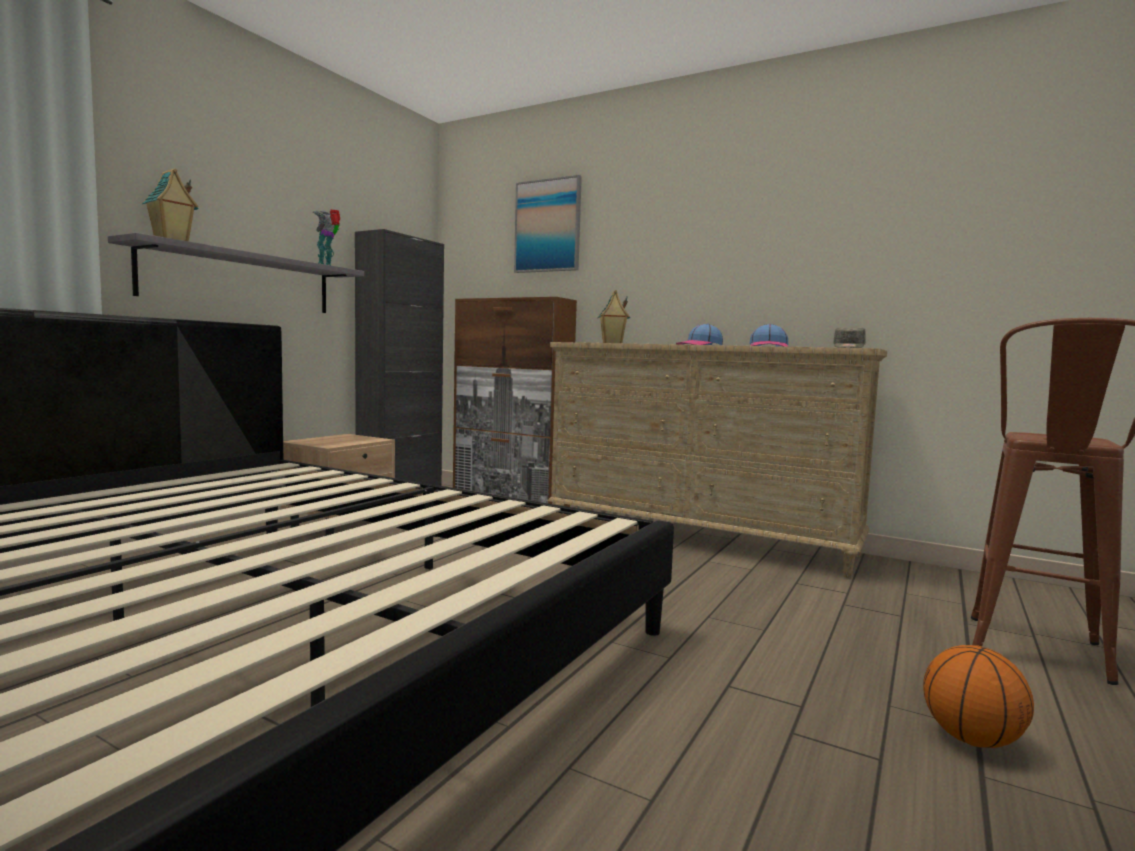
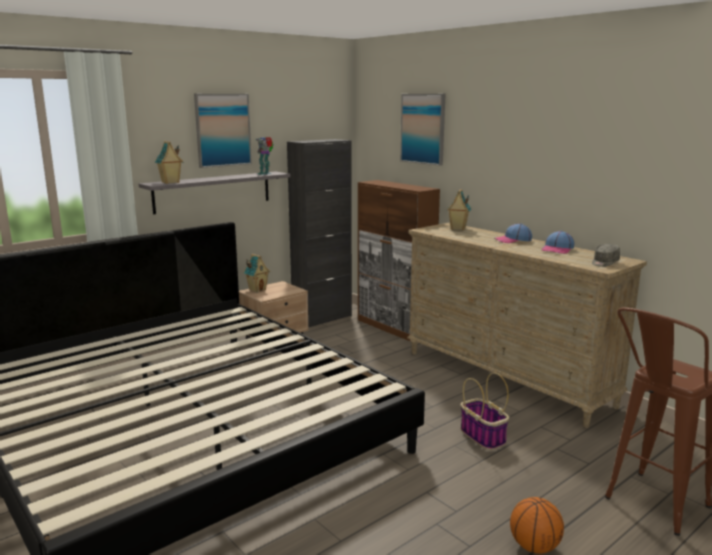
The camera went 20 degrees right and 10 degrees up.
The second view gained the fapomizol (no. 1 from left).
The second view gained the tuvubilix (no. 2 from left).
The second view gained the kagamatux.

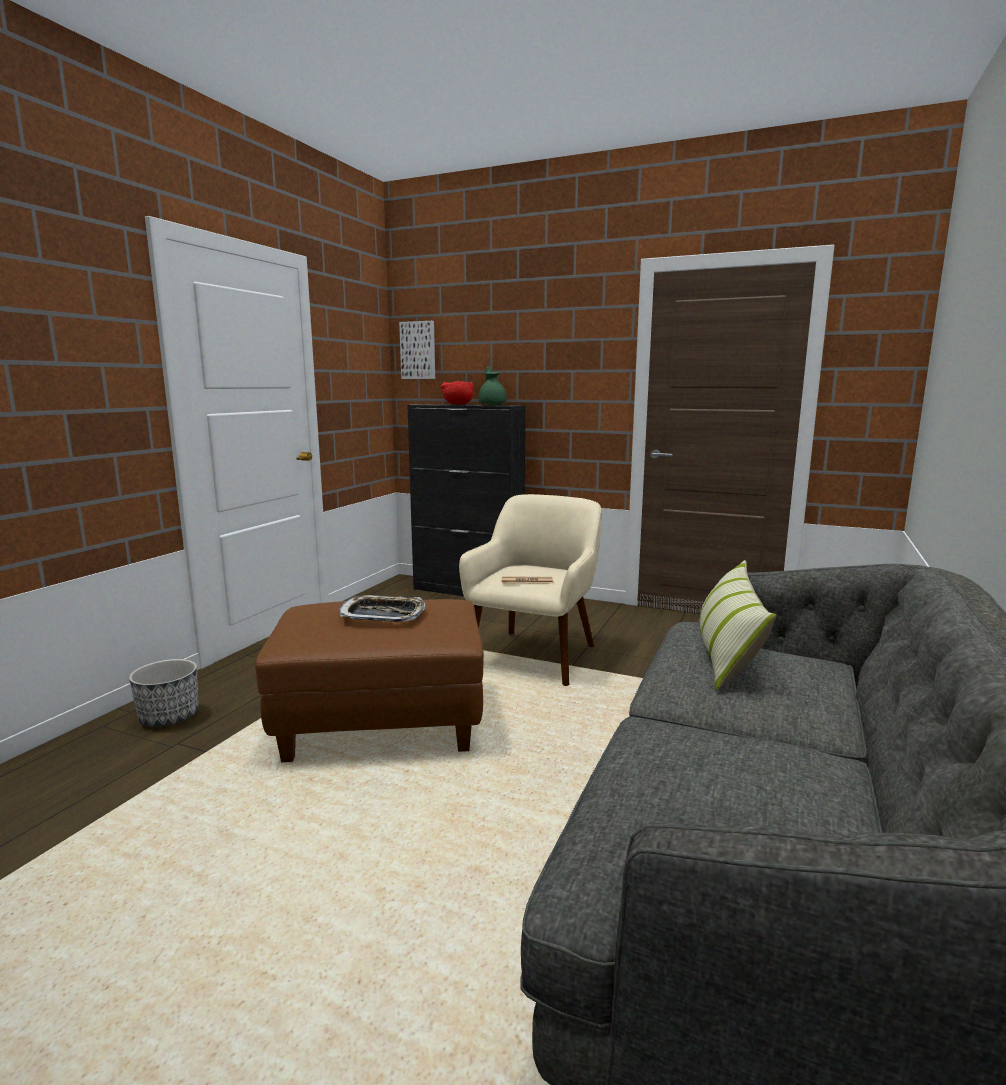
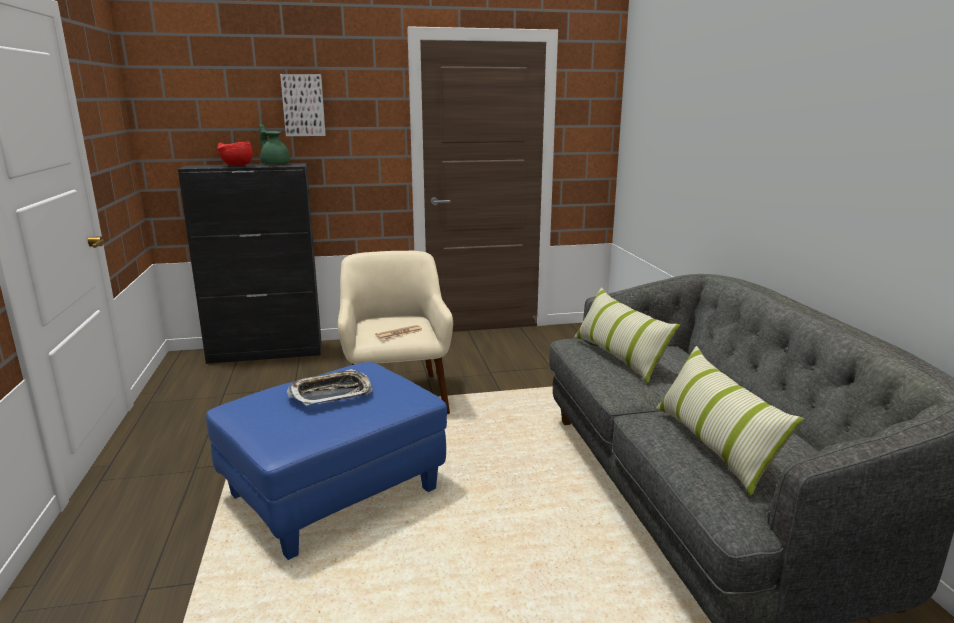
The camera went 35 degrees left and 5 degrees up.
The second view lost the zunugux.
The second view gained the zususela (no. 2 from left).
The fapomizol ended up elsewhere.
What was the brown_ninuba turned into the blue_ninuba.

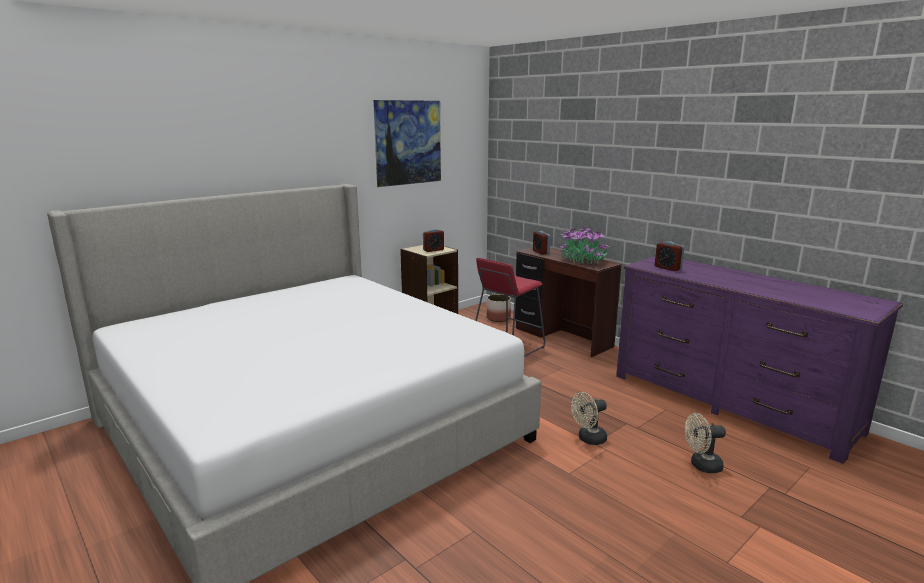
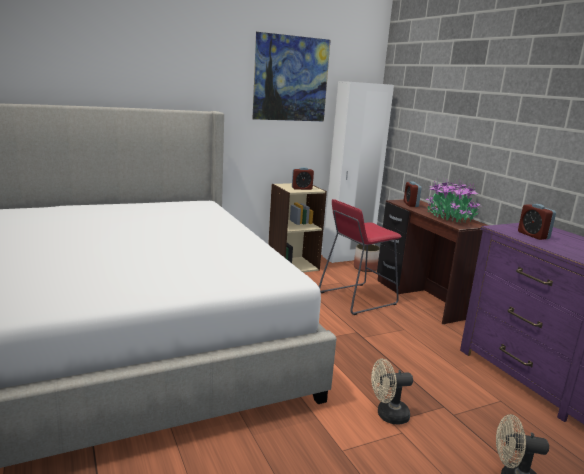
The camera went 15 degrees right and 0 degrees up.
The second view gained the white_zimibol.

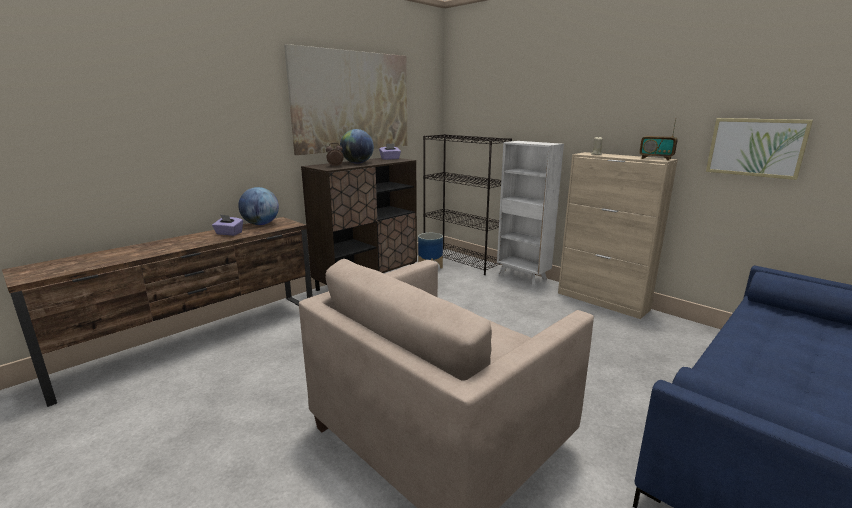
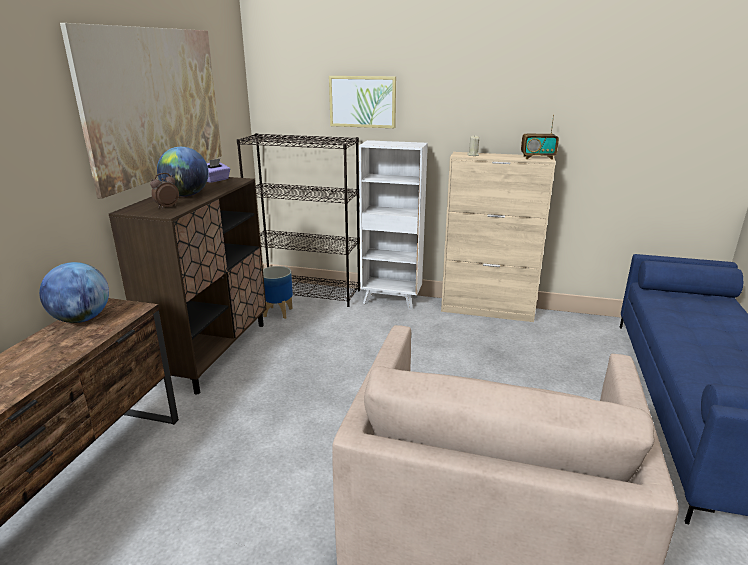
The camera went 30 degrees left and 5 degrees up.
The second view lost the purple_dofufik (no. 1 from left).
The fapomizol (no. 2 from left) ended up elsewhere.

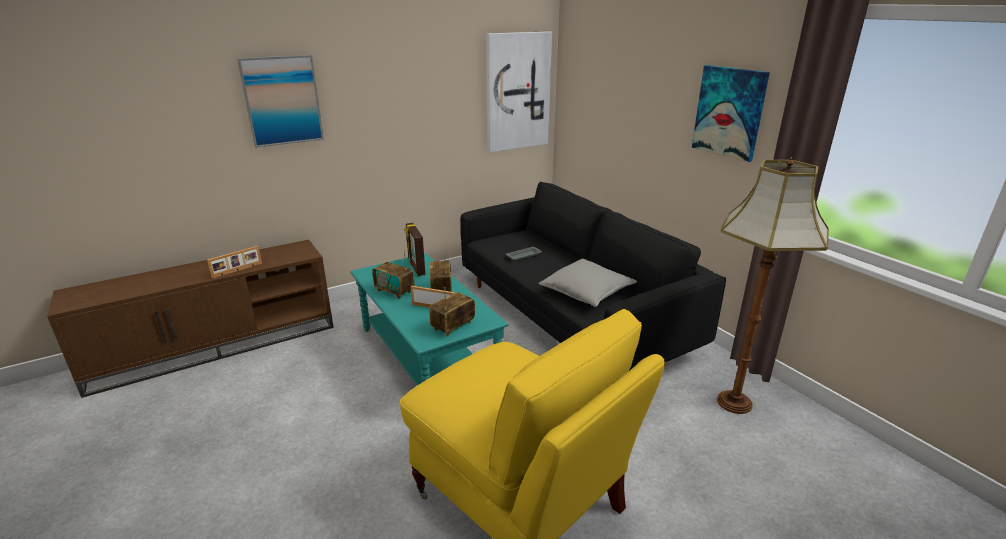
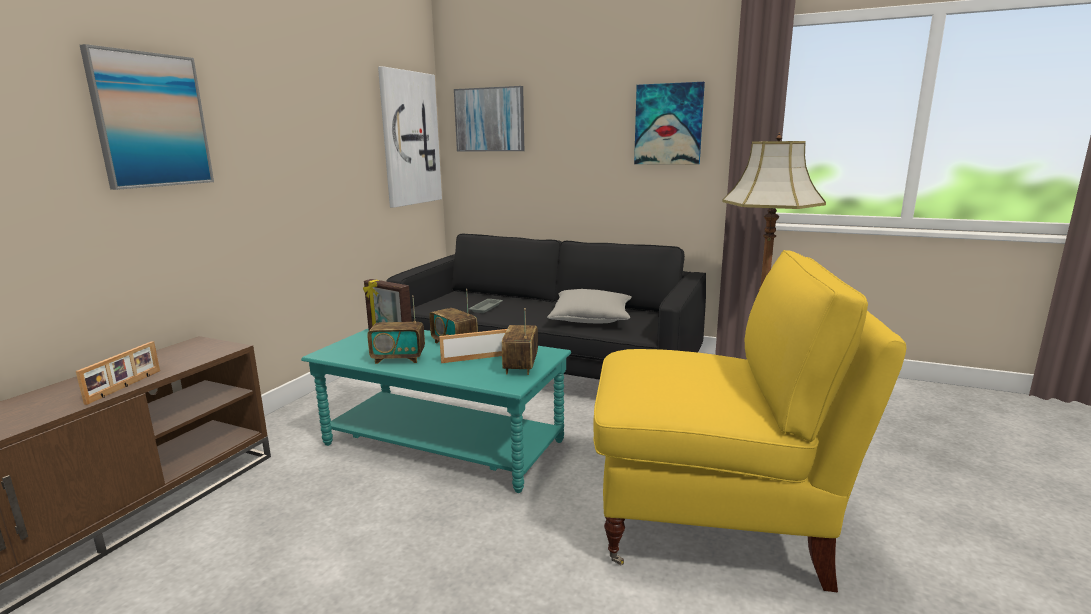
The camera went 35 degrees left and 10 degrees down.
The second view gained the fapomizol (no. 3 from left).

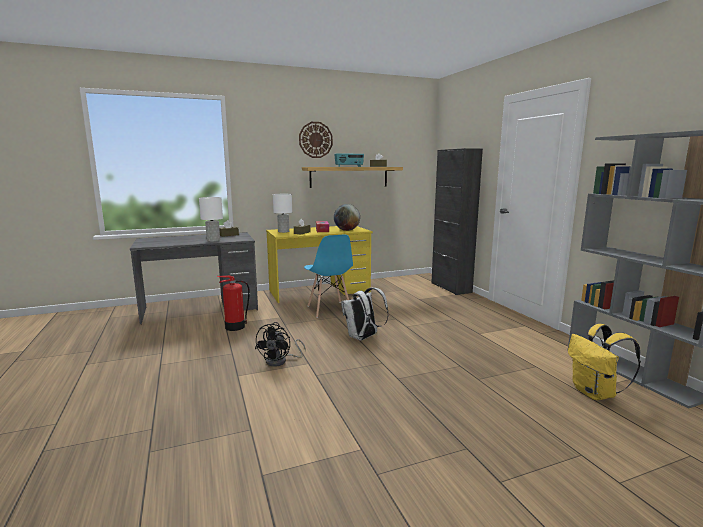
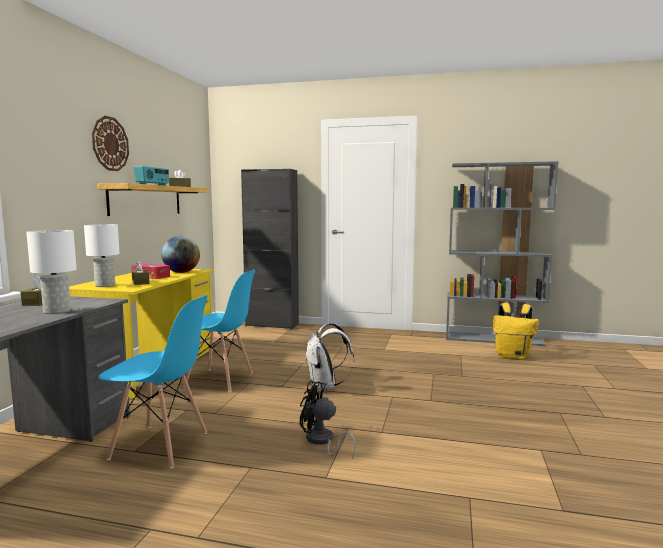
The camera went 55 degrees left and 5 degrees down.
Where the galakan stood, the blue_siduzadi (no. 1 from left) came to stand.
The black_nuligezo ended up facing another way, 150 degrees clockwise from before.

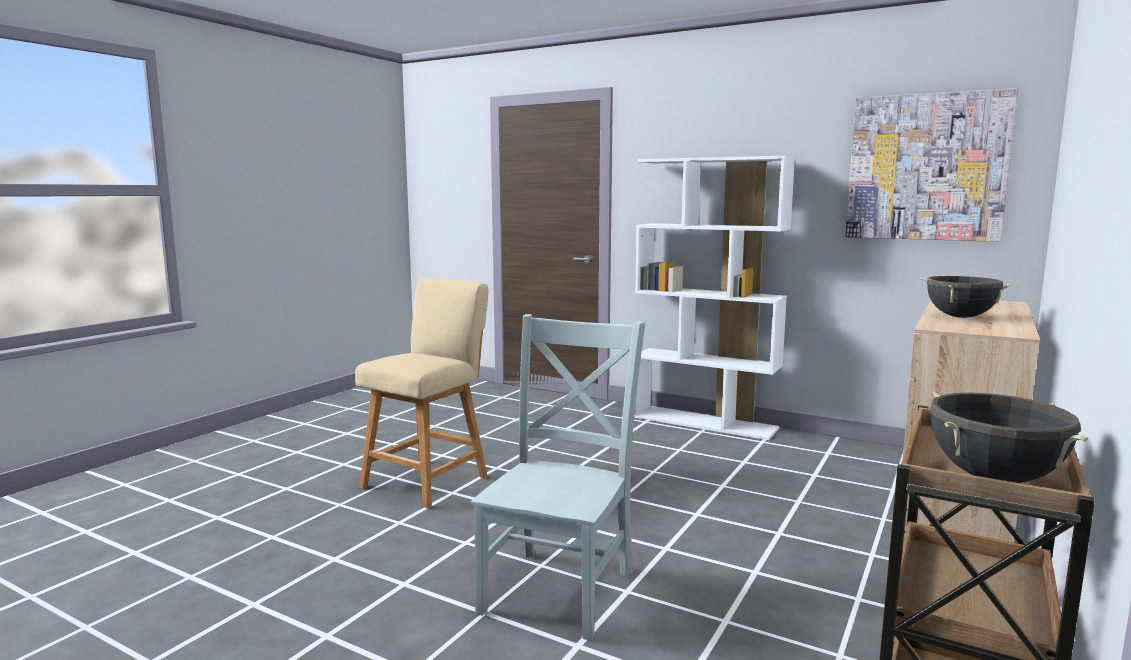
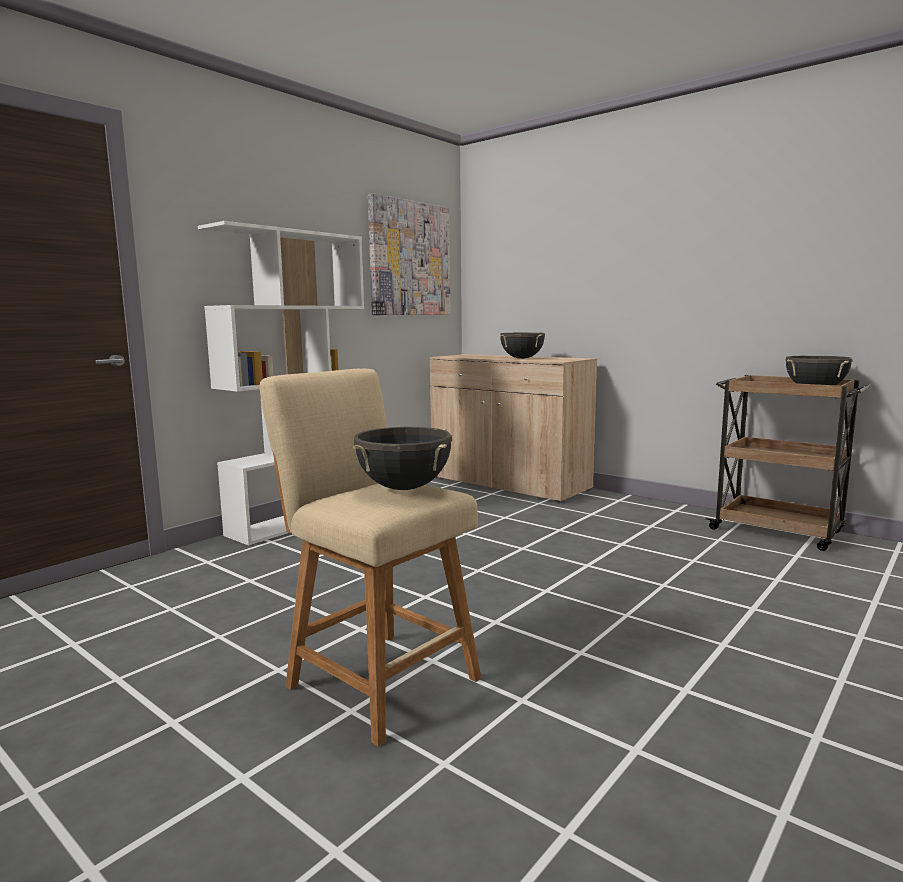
The camera went 80 degrees left and 0 degrees up.
The second view lost the grey_siduzadi.
The second view gained the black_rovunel (no. 1 from left).

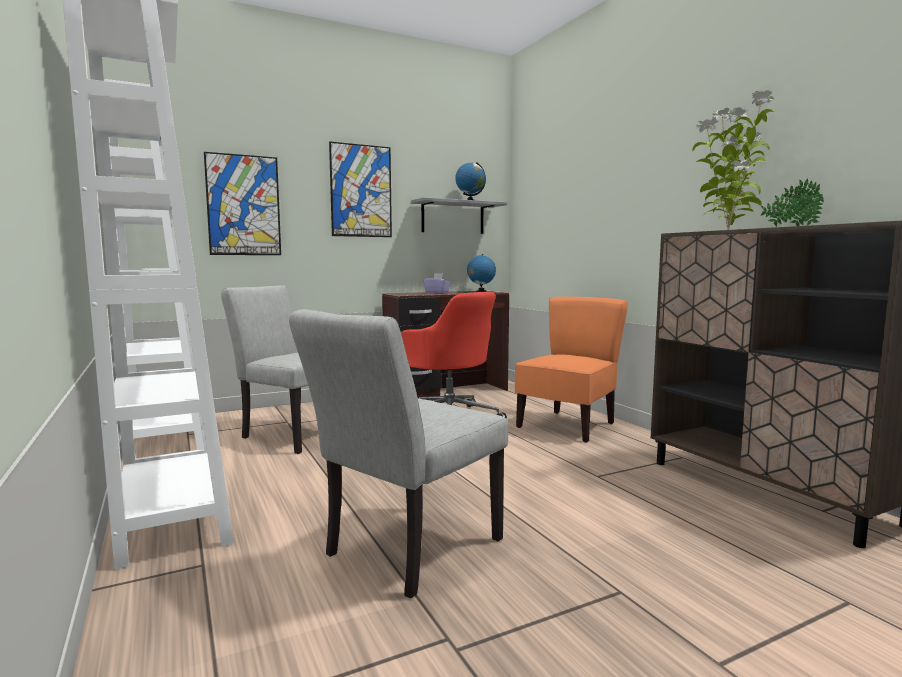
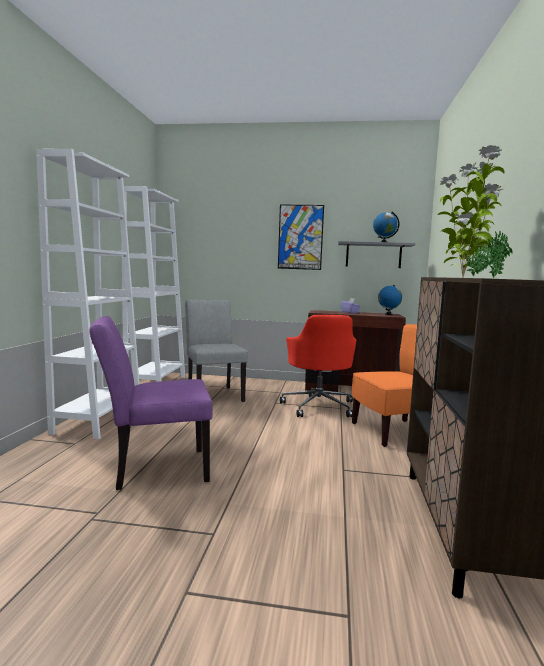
The camera went 35 degrees right and 0 degrees up.
The second view lost the fapomizol (no. 1 from left).
What was the grey_siduzadi (no. 2 from left) turned into the purple_siduzadi.

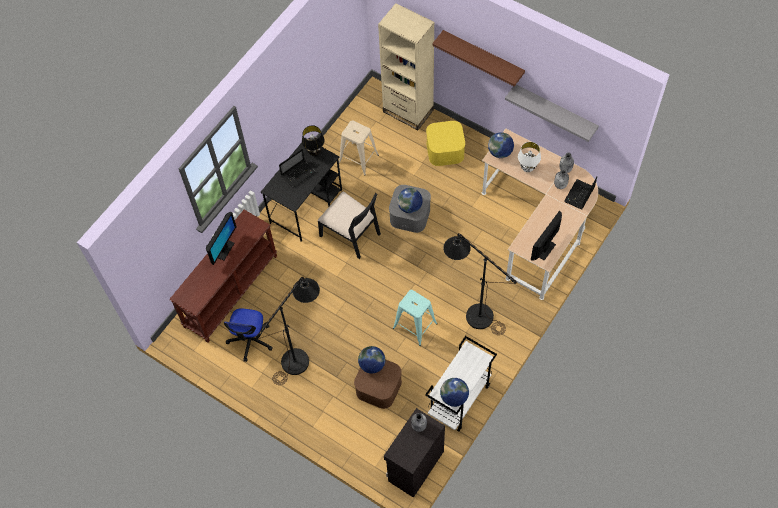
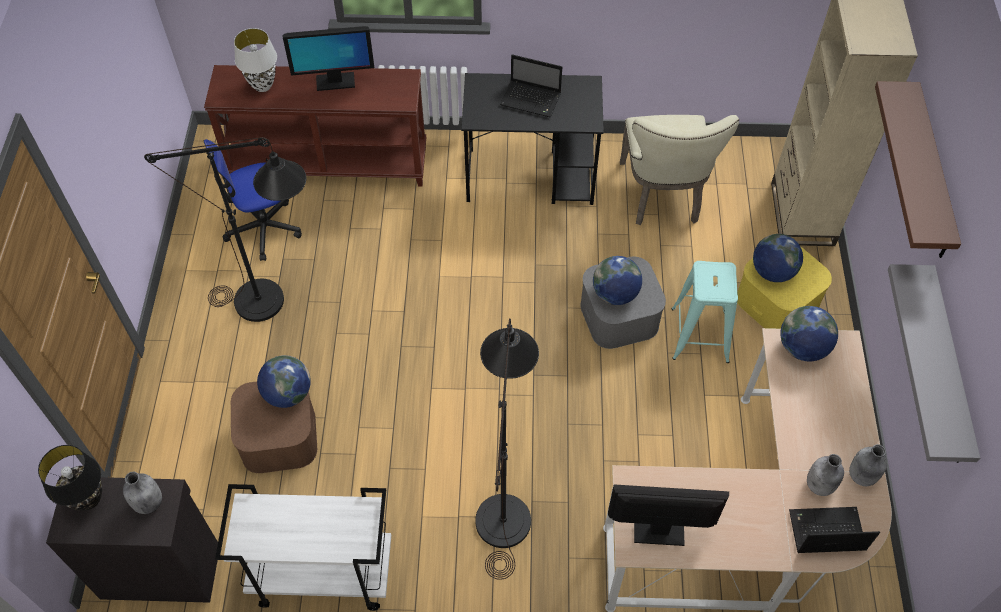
The camera went 55 degrees right and 5 degrees down.
The second view lost the black_siduzadi.
The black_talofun ended up elsewhere.
The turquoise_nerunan ended up elsewhere.
The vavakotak (no. 3 from left) ended up elsewhere.
The white_talofun ended up elsewhere.
Where the beige_nerunan stood, the beige_siduzadi came to stand.

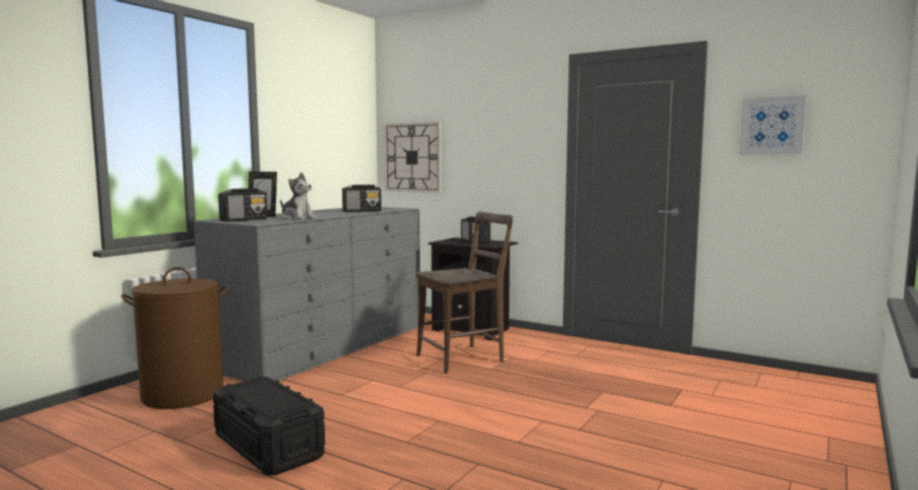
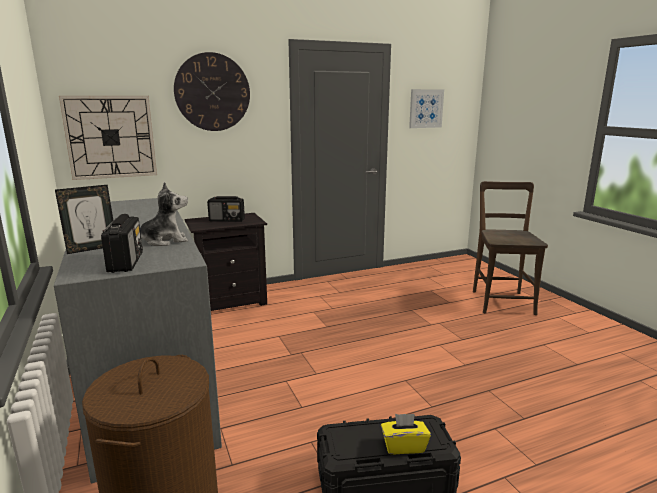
The camera went 55 degrees left and 10 degrees up.
The second view lost the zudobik (no. 2 from left).
The second view gained the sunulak (no. 2 from left).
The second view gained the yellow_dofufik.
The brown_siduzadi ended up elsewhere.

